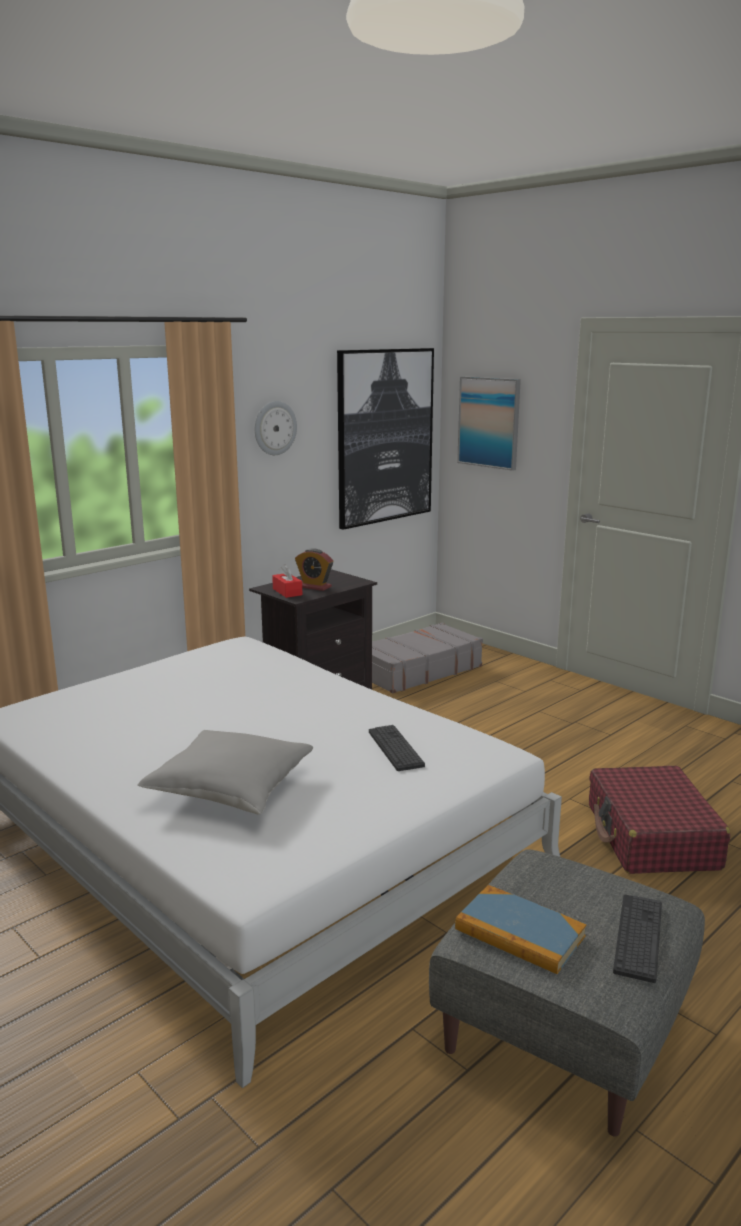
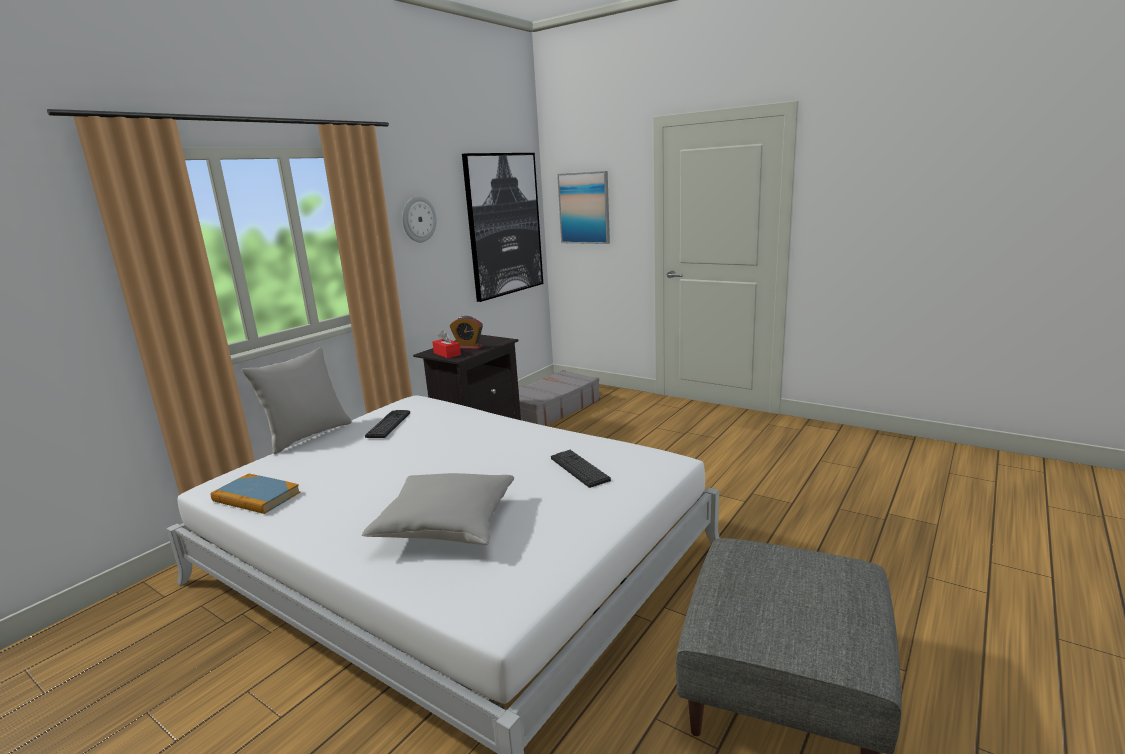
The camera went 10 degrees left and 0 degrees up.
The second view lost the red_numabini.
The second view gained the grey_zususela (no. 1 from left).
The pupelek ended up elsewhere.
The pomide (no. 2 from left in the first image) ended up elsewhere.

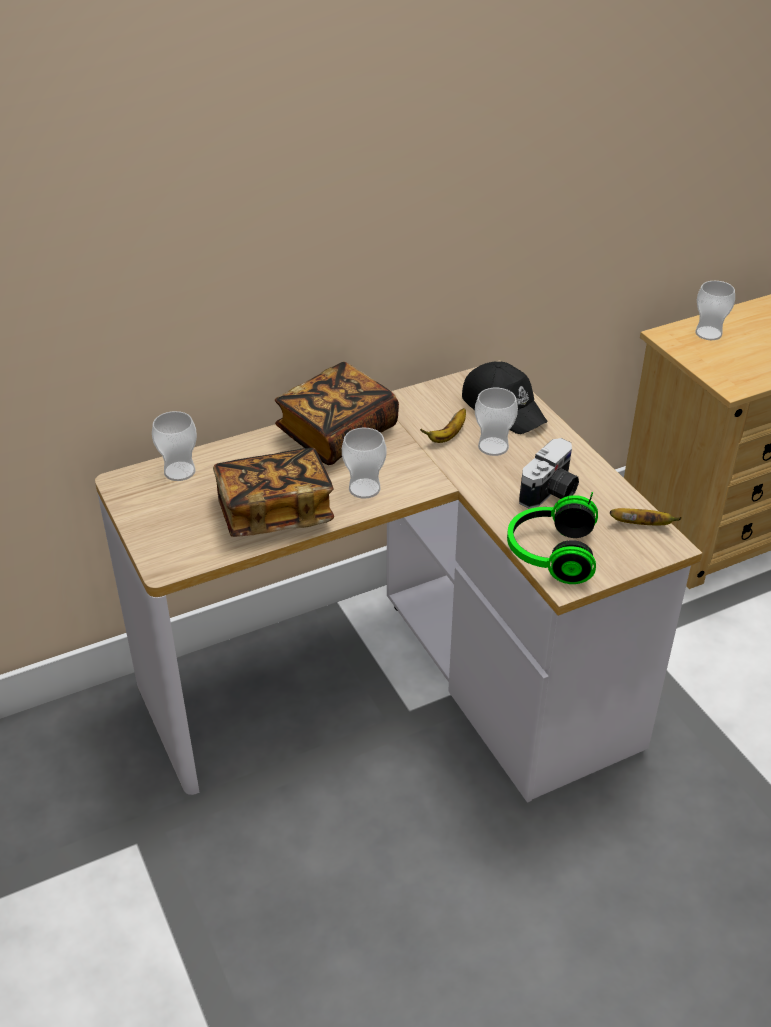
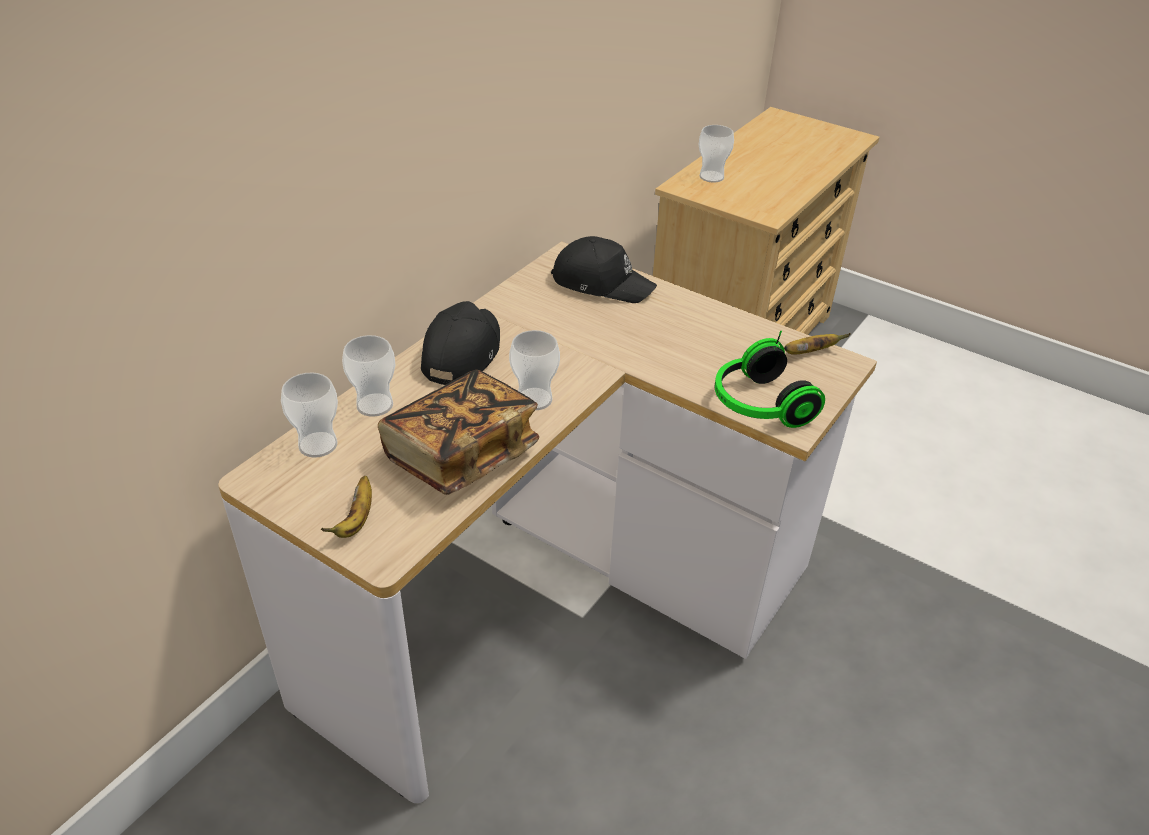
The camera went 30 degrees left and 0 degrees up.
The second view lost the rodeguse.
The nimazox (no. 1 from left) ended up elsewhere.
The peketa (no. 3 from left in the first image) ended up elsewhere.
Where the pupelek (no. 2 from left) stood, the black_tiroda (no. 1 from left) came to stand.

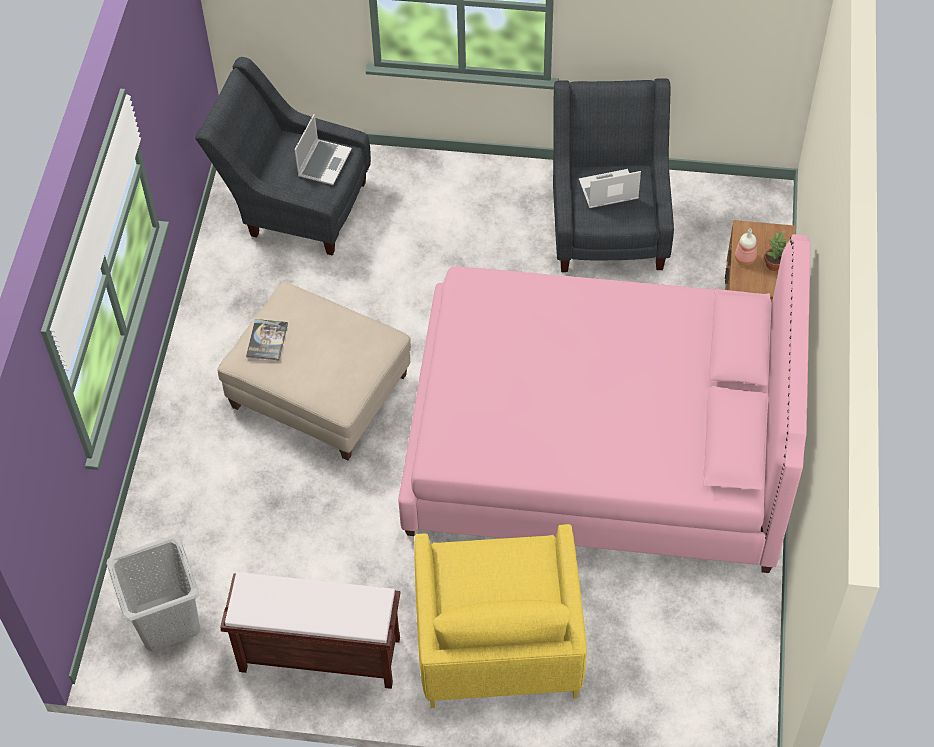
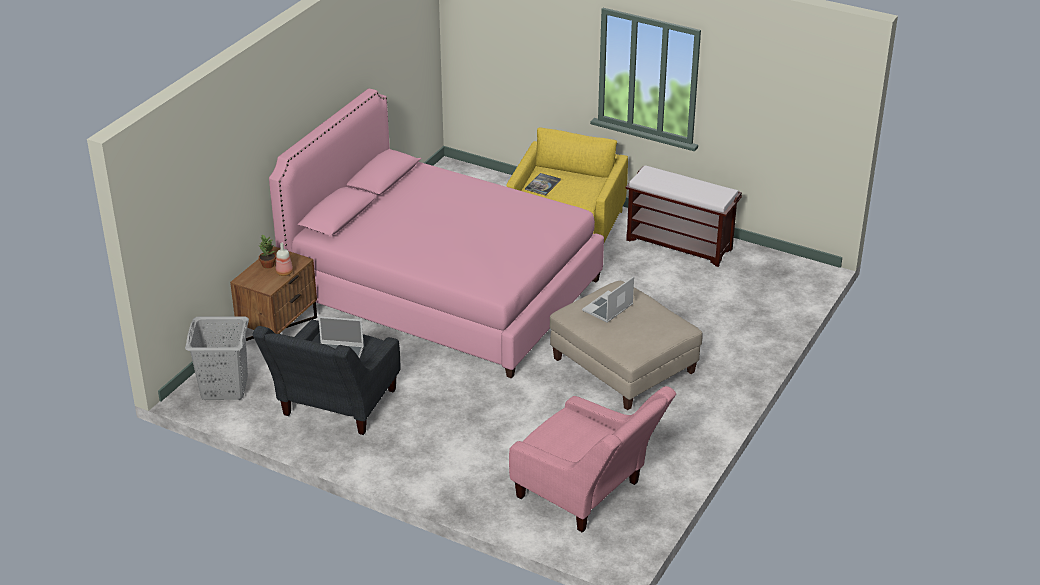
The camera went 160 degrees left and 20 degrees down.
The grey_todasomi ended up elsewhere.
The pupelek ended up elsewhere.
The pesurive (no. 1 from left in the first image) ended up elsewhere.
What was the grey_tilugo (no. 1 from left) turned into the pink_tilugo.

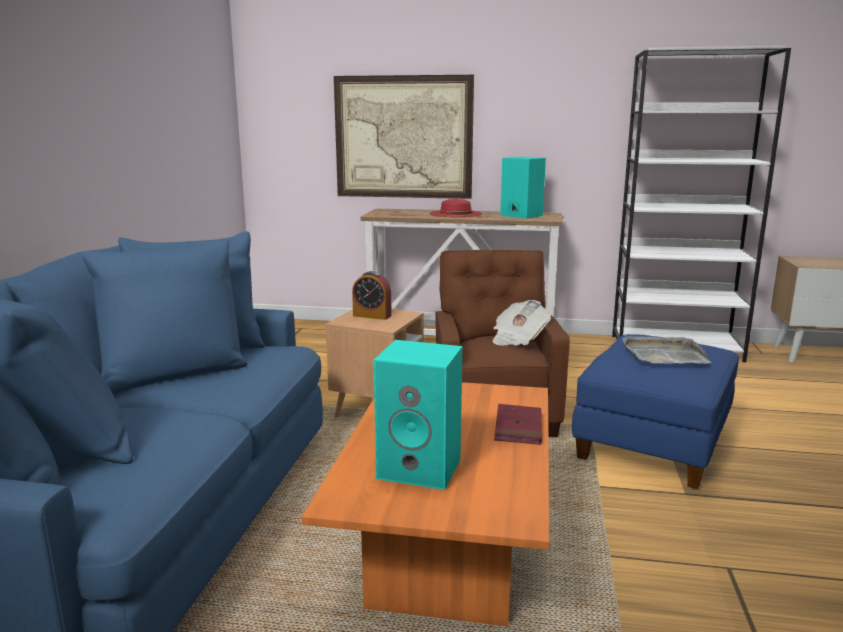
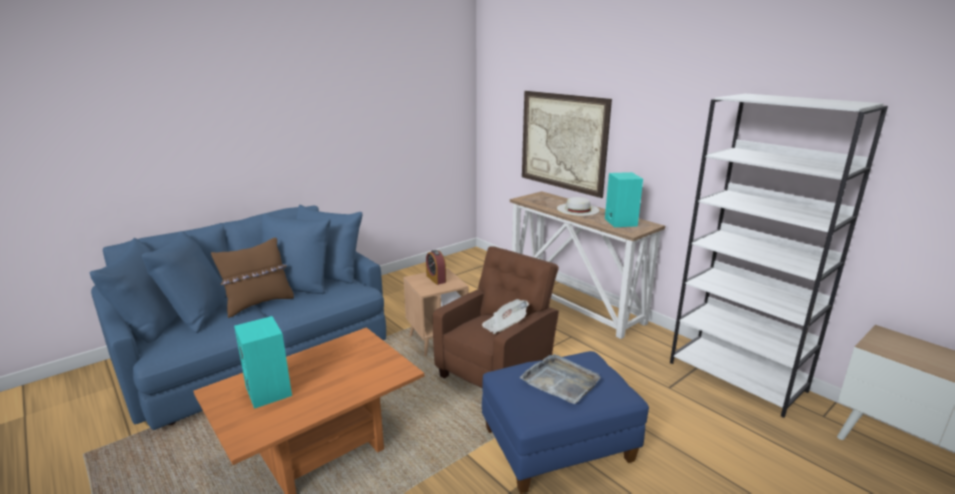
The camera went 40 degrees right and 5 degrees up.
The second view lost the red_pupelek.
The second view gained the brown_zususela.
What was the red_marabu turned into the white_marabu.

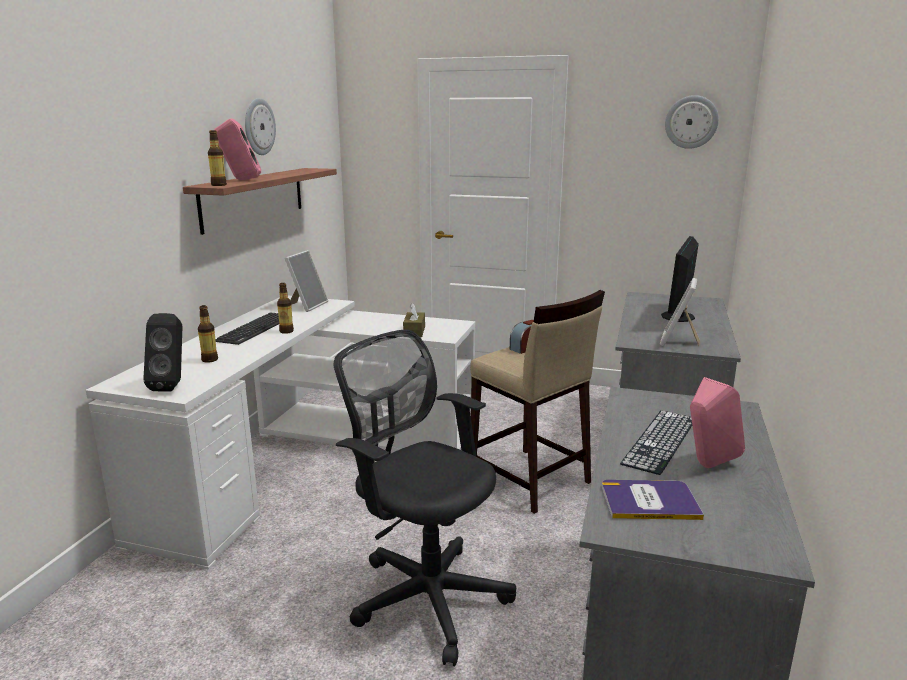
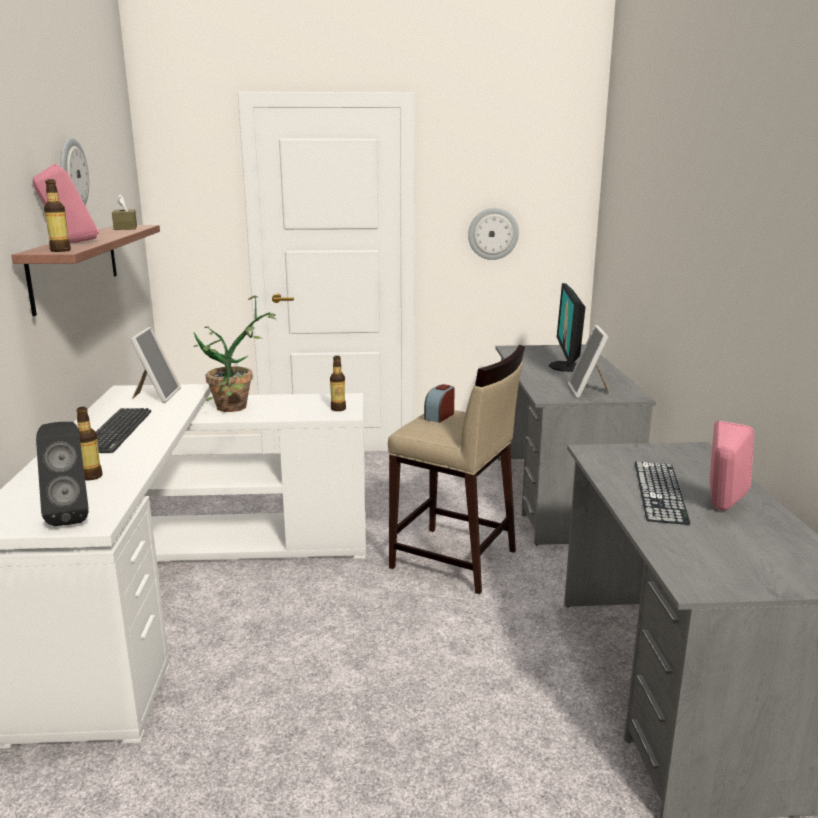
The camera went 20 degrees left and 0 degrees up.
The second view lost the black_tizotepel.
The second view lost the pupelek.
The second view gained the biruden.
The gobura (no. 3 from left) ended up elsewhere.
The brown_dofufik ended up elsewhere.
The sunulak (no. 2 from left) ended up elsewhere.

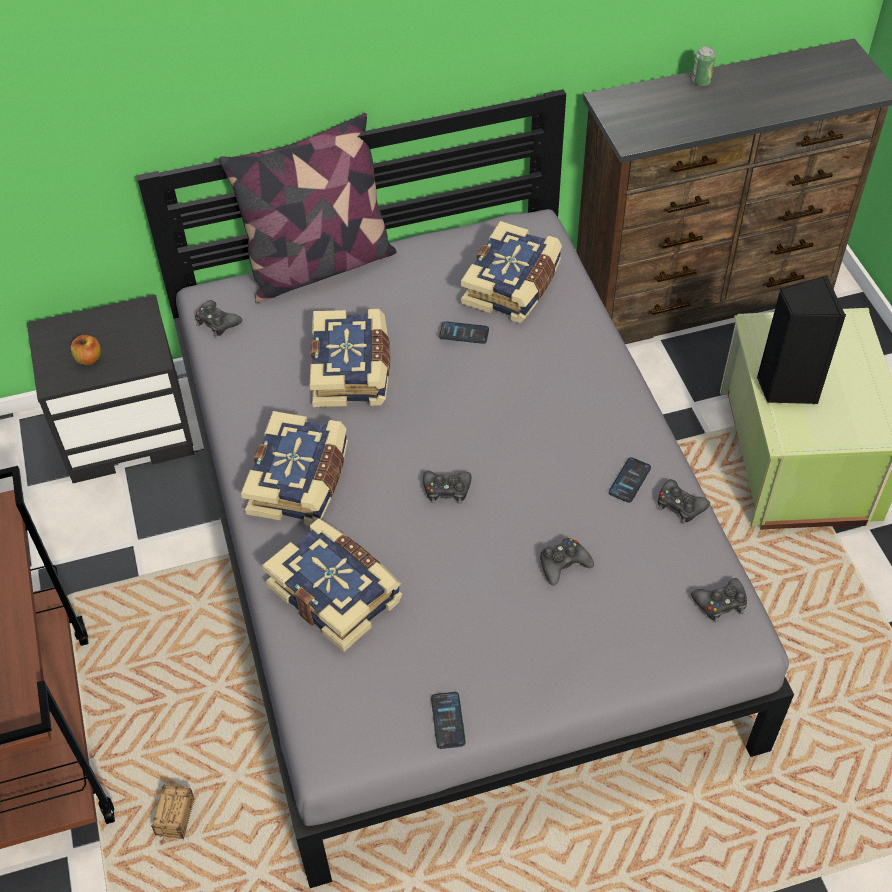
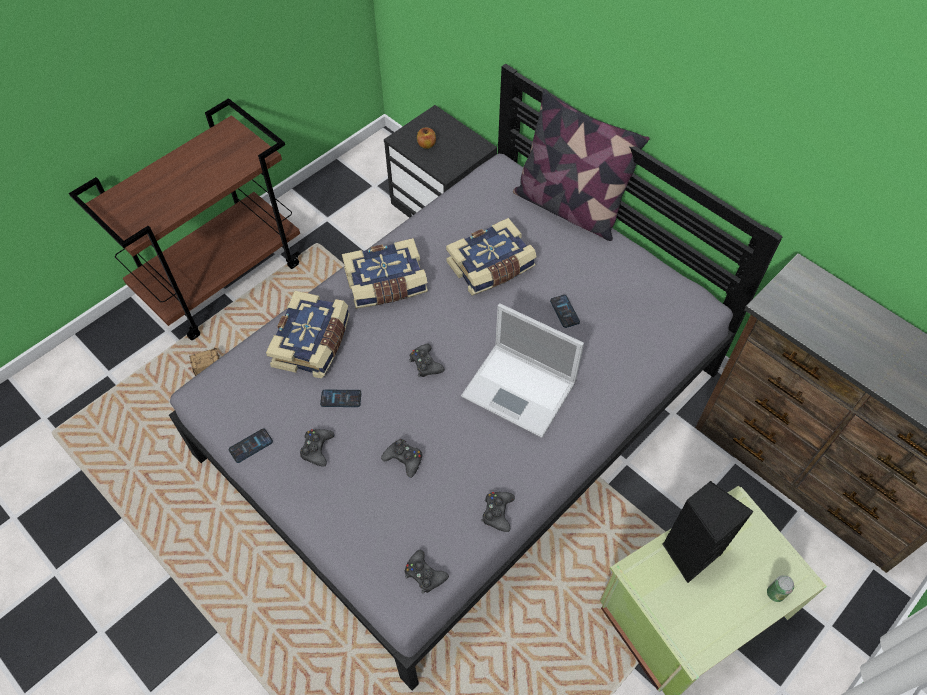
The camera went 60 degrees right and 5 degrees up.
The second view lost the pupelek (no. 4 from left).
The second view gained the pesurive.
The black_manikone (no. 1 from left) ended up elsewhere.
The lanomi (no. 3 from left in the first image) ended up elsewhere.
The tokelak ended up elsewhere.

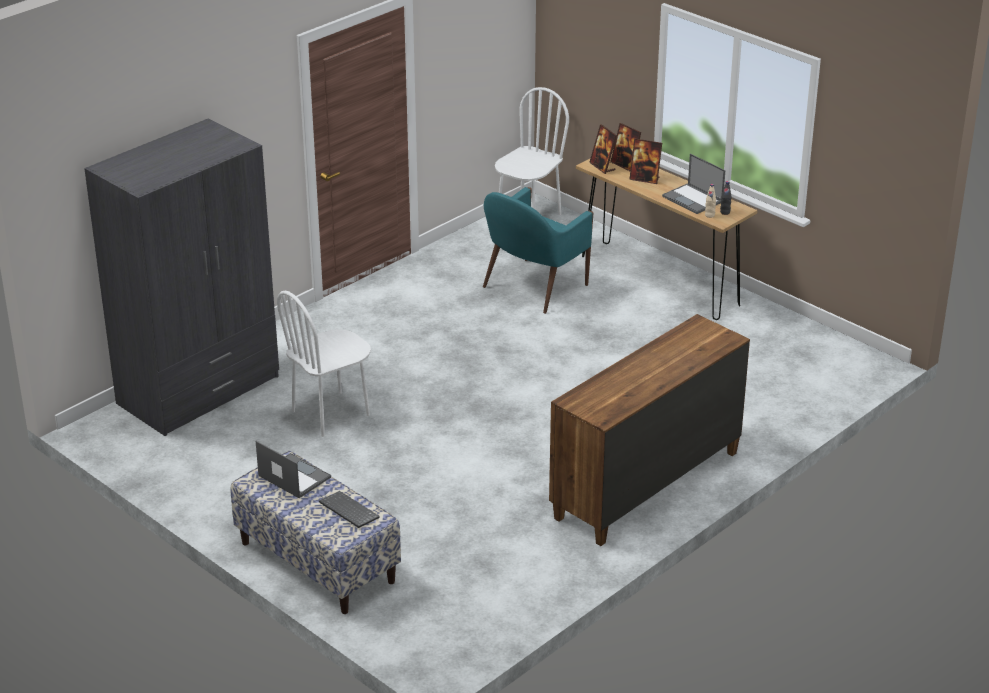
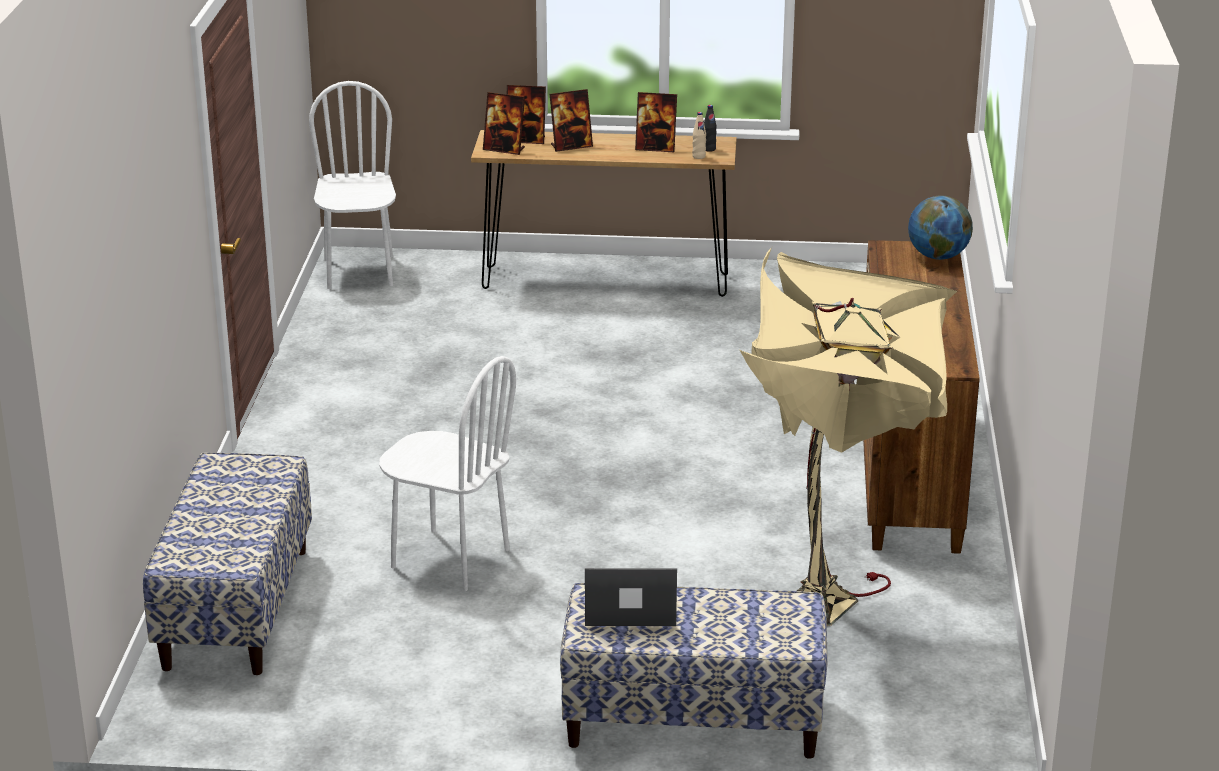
The camera went 40 degrees left and 5 degrees down.
The second view lost the pomide.
The second view lost the turquoise_tilugo.
The second view gained the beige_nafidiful.
The second view gained the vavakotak.
Where the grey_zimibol stood, the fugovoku (no. 1 from left) came to stand.
Where the pesurive (no. 2 from left) stood, the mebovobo (no. 4 from left) came to stand.
The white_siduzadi (no. 1 from left in the first image) ended up facing another way, 75 degrees counterclockwise from before.

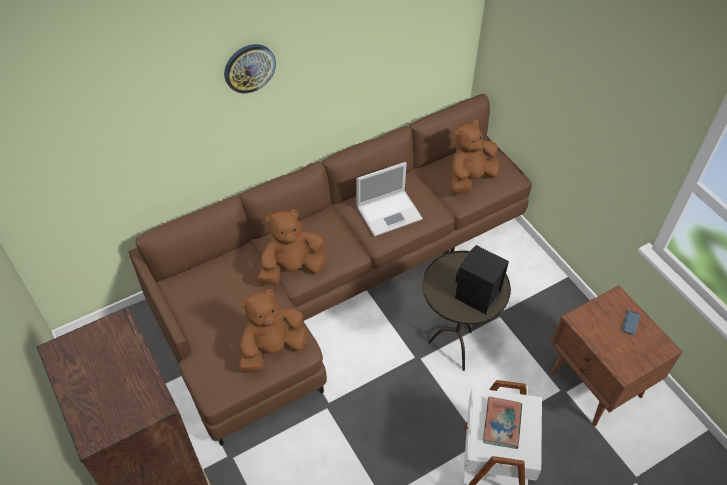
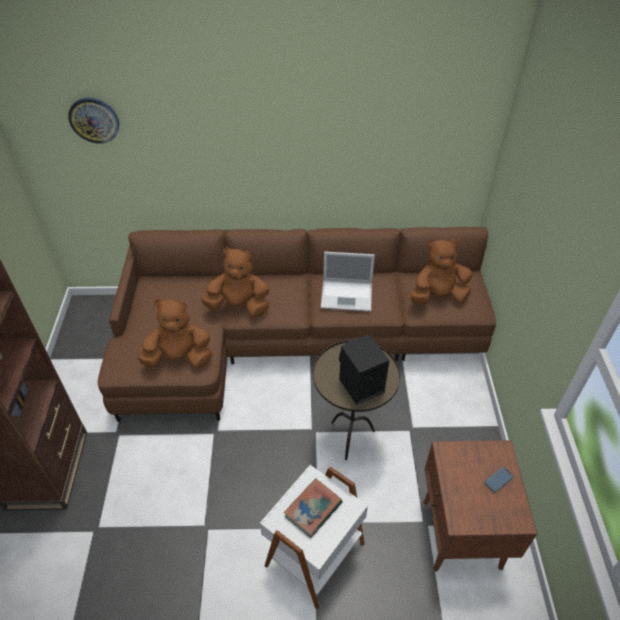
The camera went 30 degrees right and 5 degrees down.
The sunulak ended up elsewhere.

